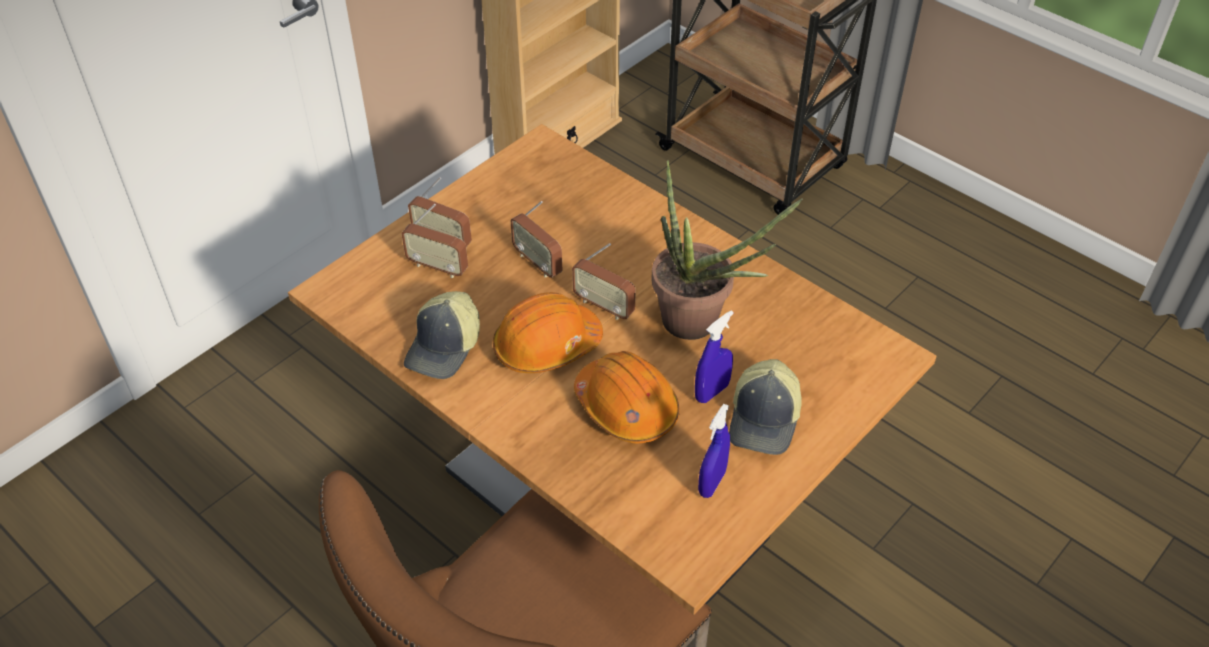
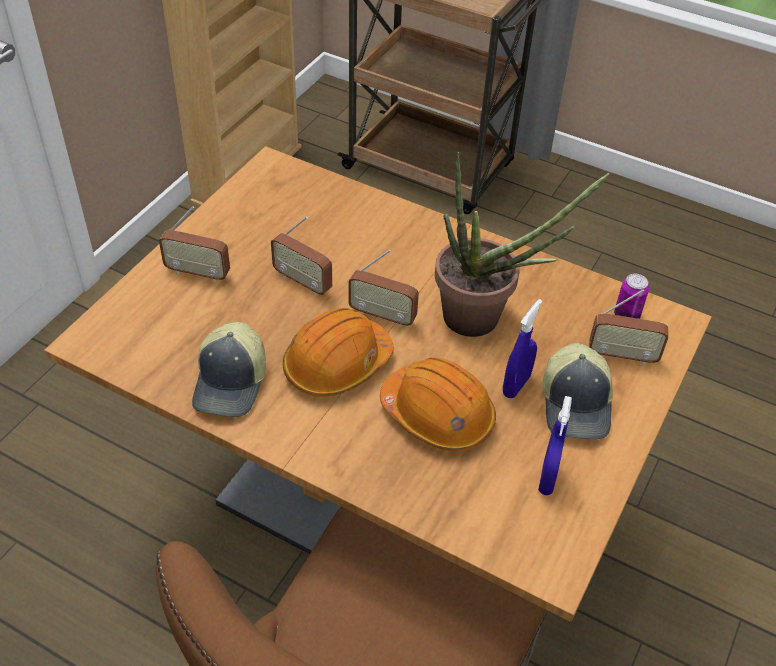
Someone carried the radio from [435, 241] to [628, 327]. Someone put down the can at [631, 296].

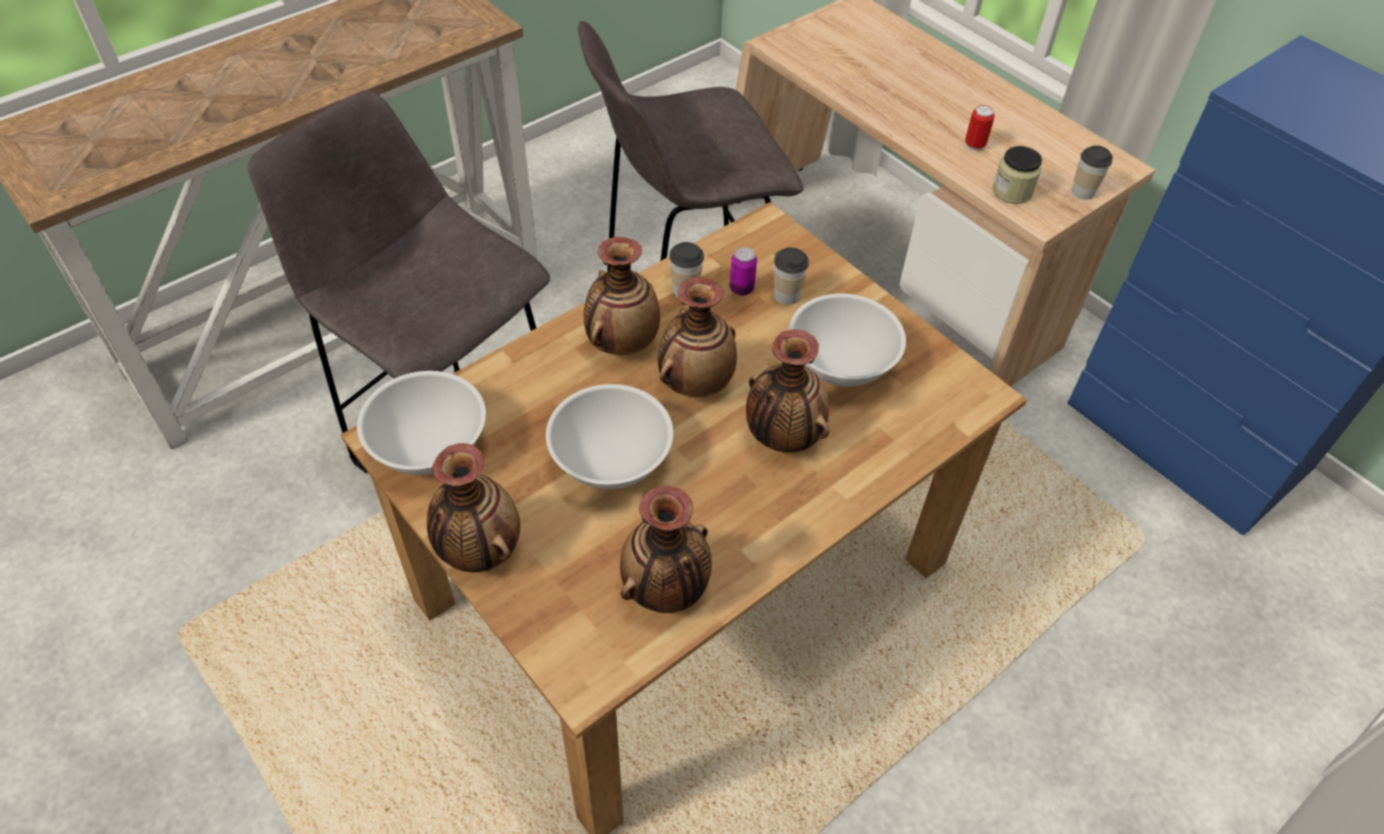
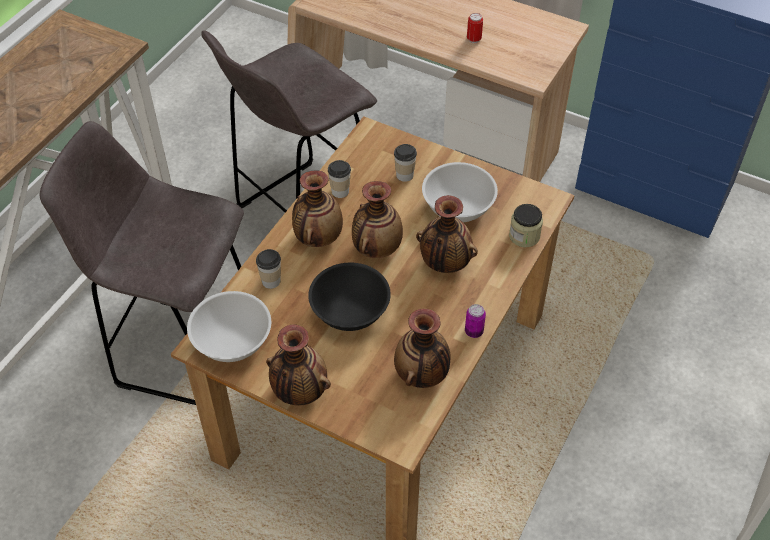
Someone carried the cup from [1092, 172] to [268, 269]. Someone carried the jar from [1017, 175] to [526, 225]. Someone carried the can from [743, 271] to [475, 321]. Someone repainted the bowl/white at [609, 436], which became the bowl/black at [349, 297].

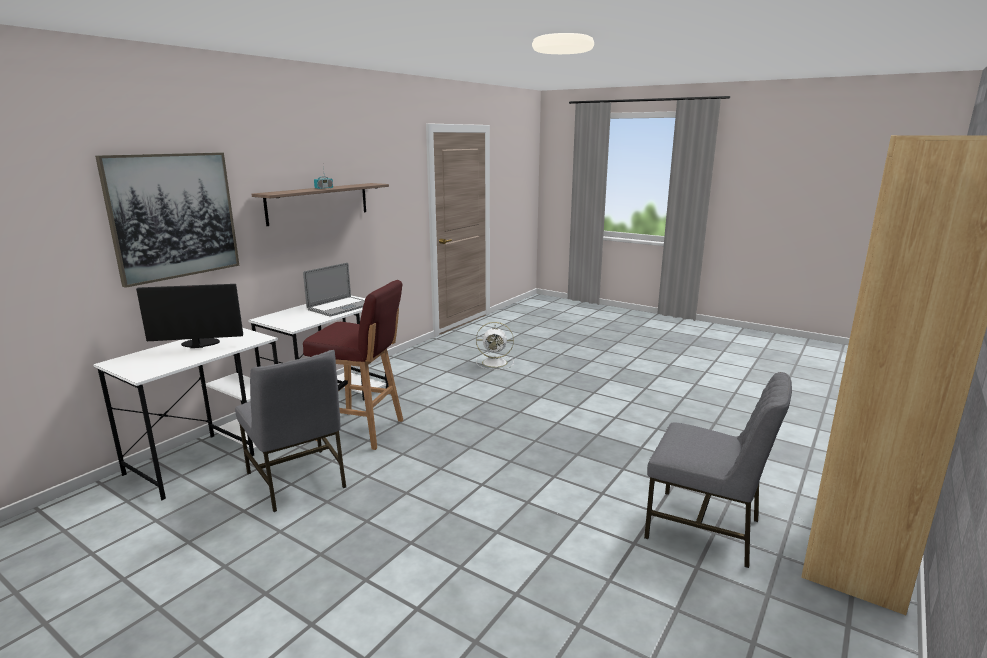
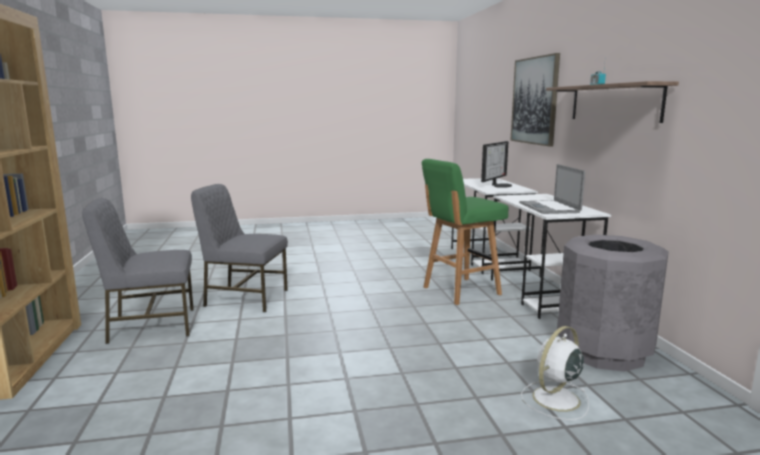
Someone repainted the stool/red at [353, 365], which became the stool/green at [465, 232]. Someone carried the chair/grey from [290, 431] to [239, 248]. Someone put down the trash can/grey at [613, 303].

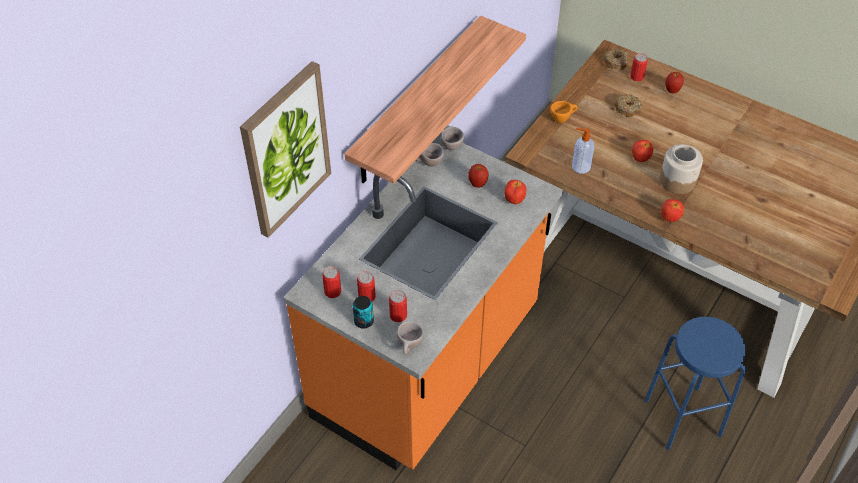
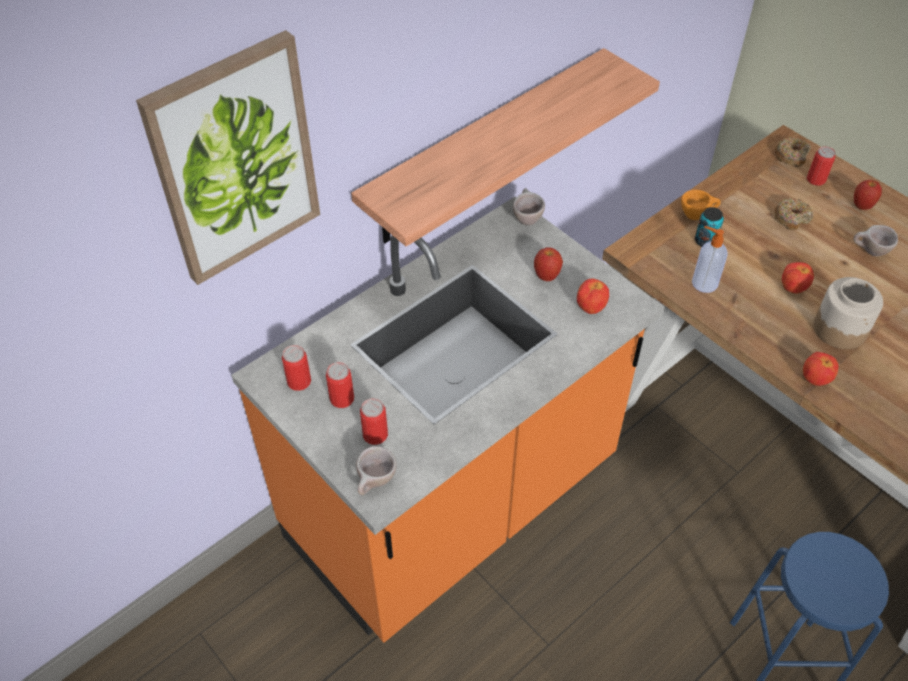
Someone carried the cup/beige from [430, 155] to [876, 240]. Someone carried the can from [363, 312] to [709, 227].

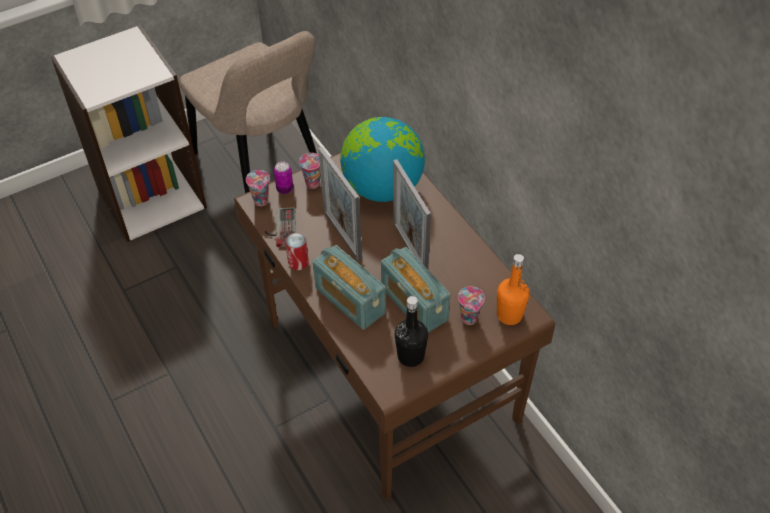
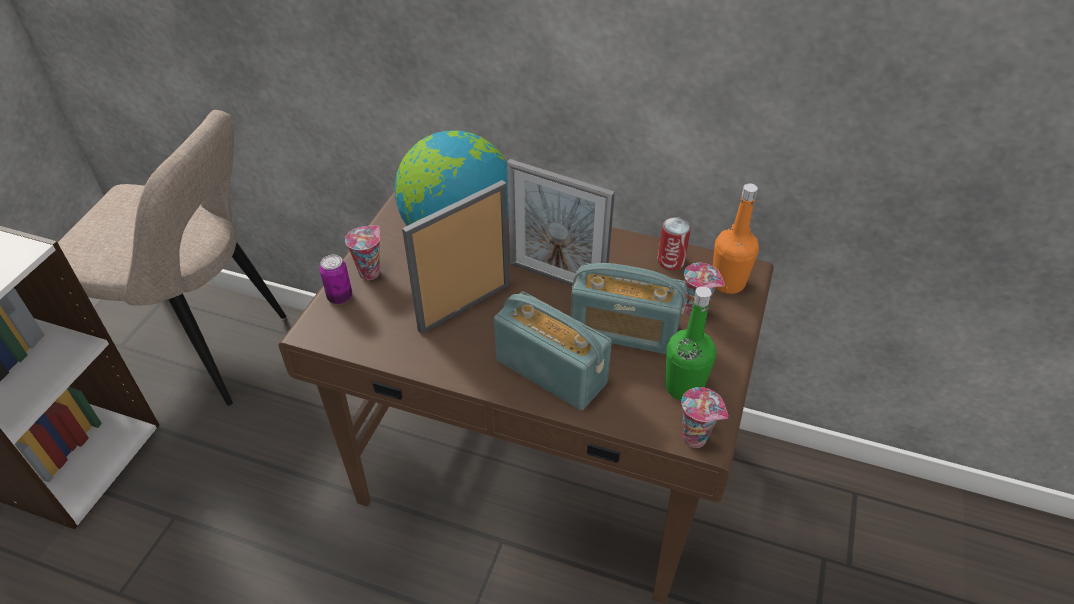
Someone rotated the picture frame at [340, 204] by 120 degrees clockwise. Someone carried the cup from [258, 188] to [704, 417]. Someone took away the game controller at [280, 227]. Someone carried the can from [297, 251] to [674, 243]. Someone rotated the radio at [349, 287] by 150 degrees counterclockwise. Someone repainted the bottle/black at [411, 331], which became the bottle/green at [690, 343].

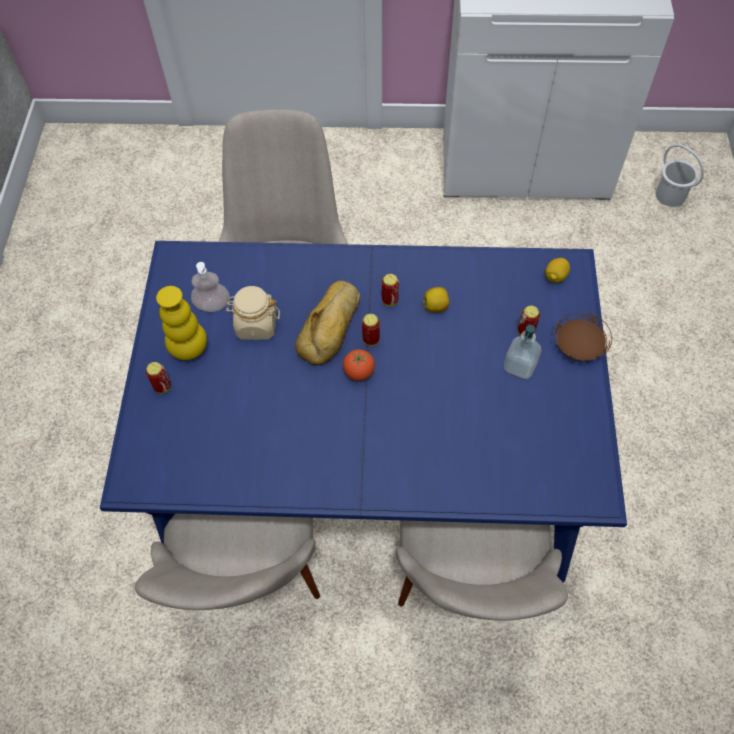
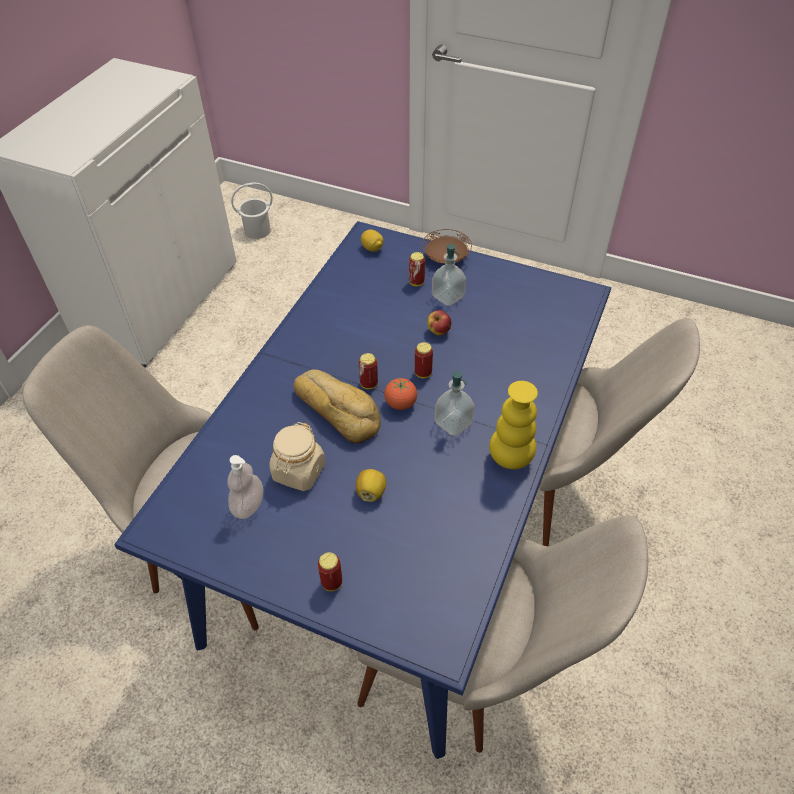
Someone carried the can from [390, 290] to [424, 360]. Someone carried the vase/yellow from [181, 323] to [513, 425]. Someone carried the lemon from [436, 300] to [371, 485]. Someone put down the apple at [439, 323]. Someone put down the soap dispenser at [455, 403].

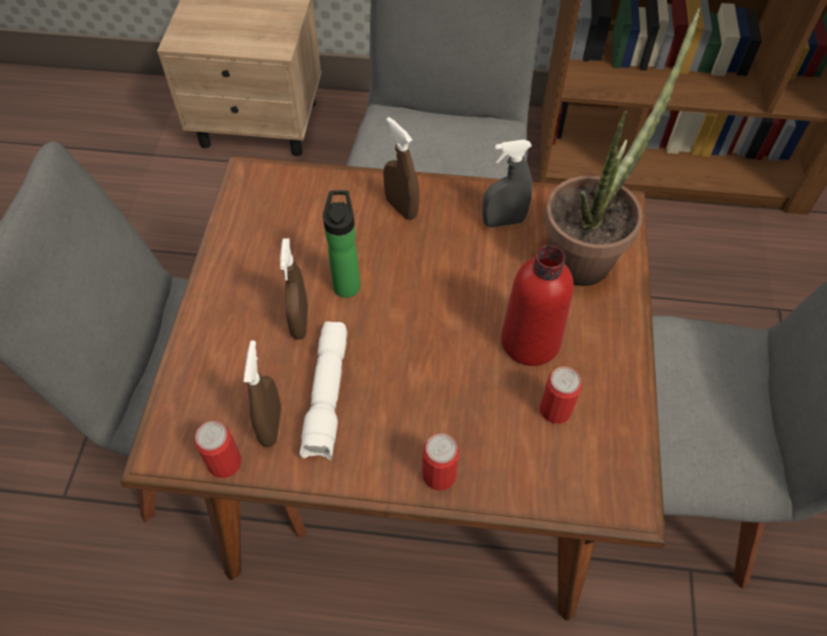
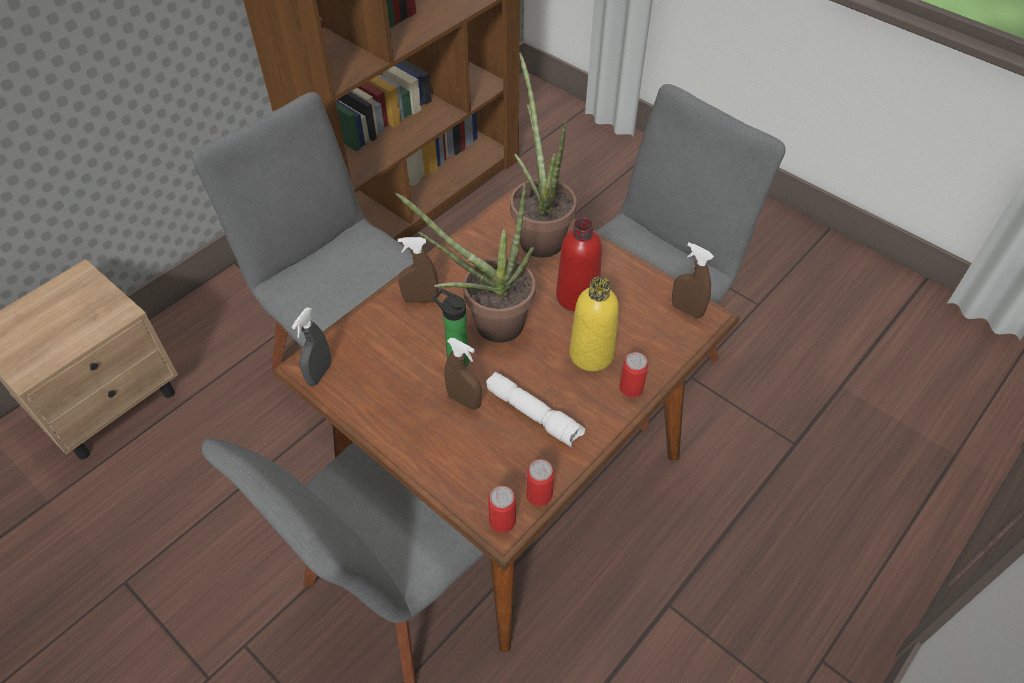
Someone carried the spray bottle/grey from [507, 184] to [311, 346]. Someone carried the spray bottle/brown from [262, 393] to [693, 280]. Someone carried the can from [561, 395] to [502, 509]. Someone put down the potted plant at [465, 262]. Someone put down the bottle/yellow at [594, 324].

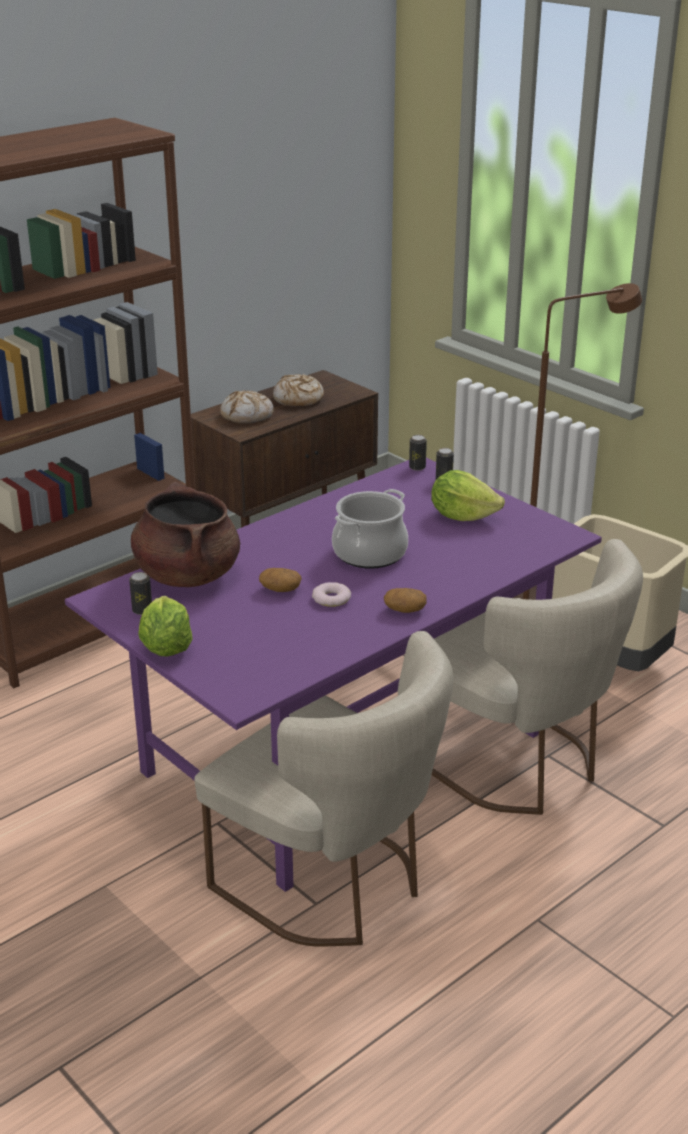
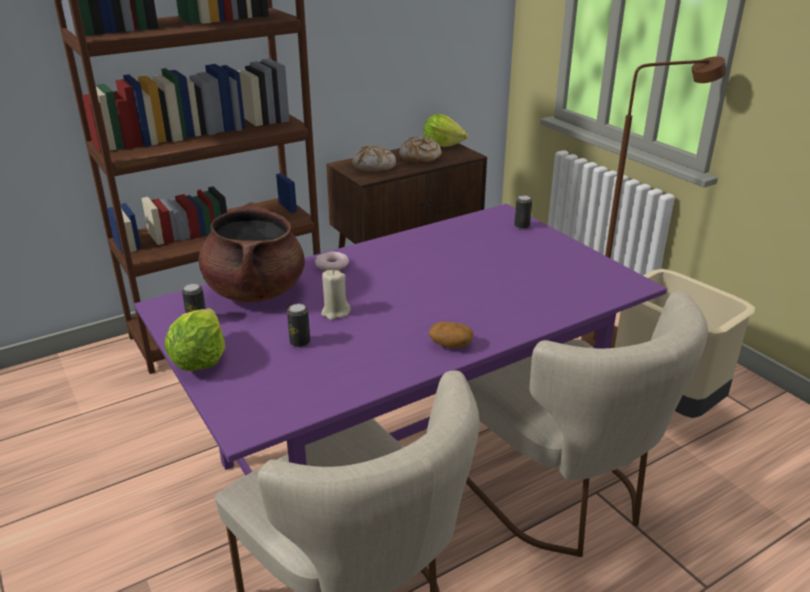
Someone carried the can from [418, 453] to [298, 325]. Someone carried the lettuce from [468, 495] to [446, 130]. Someone took away the cooking pot at [370, 529]. Someone swapped the potato at [280, 580] for the candle/beige at [336, 295]. Someone carried the donut from [331, 594] to [332, 261].

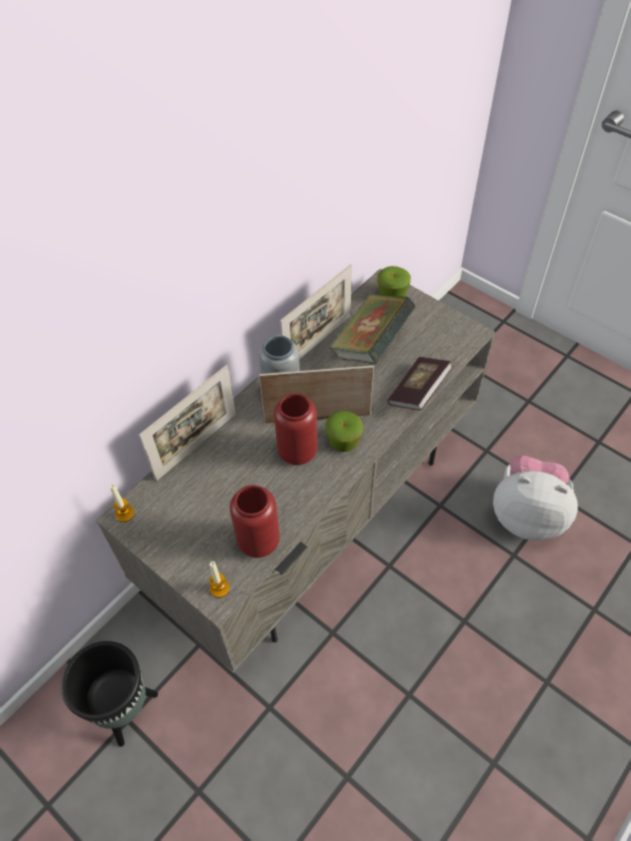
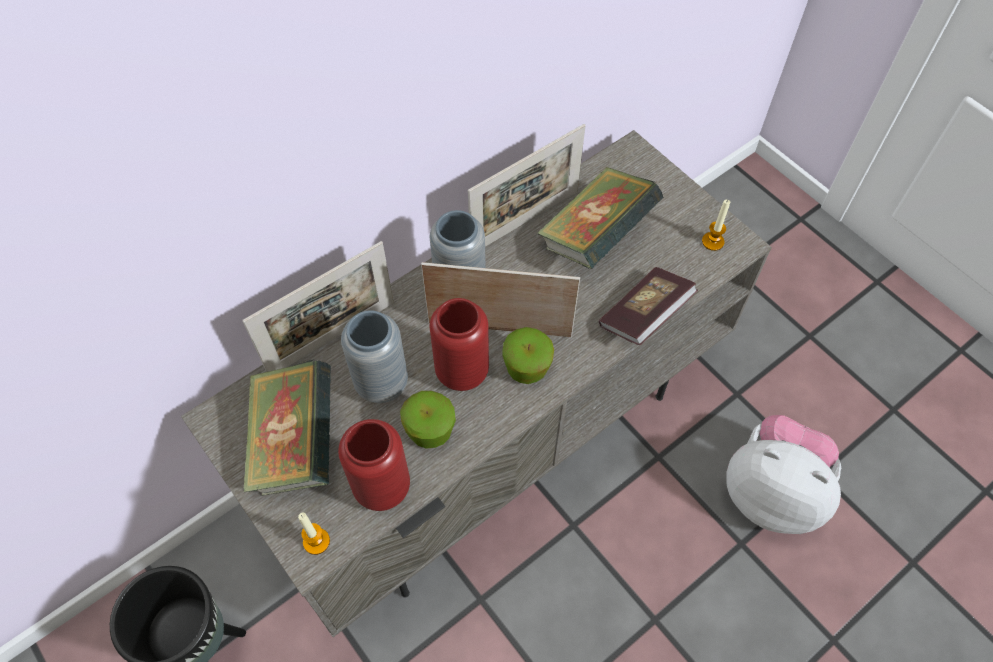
Someone carried the apple from [394, 281] to [428, 420]. Someone carried the candle from [122, 503] to [716, 225]. Someone put down the vase/grey at [374, 356]. Someone put down the book at [287, 427].

